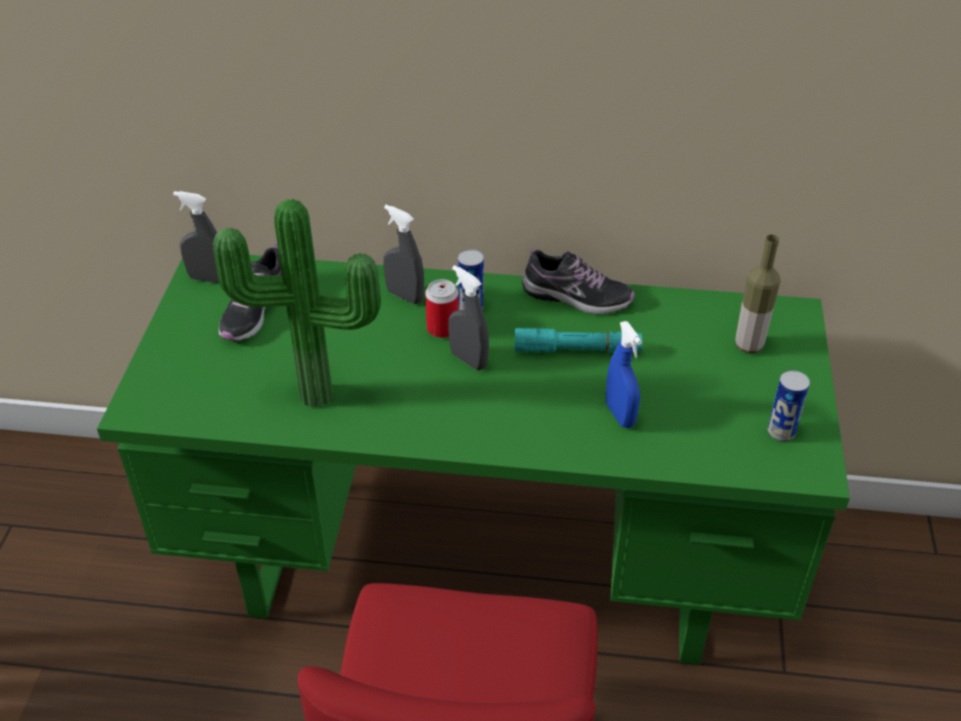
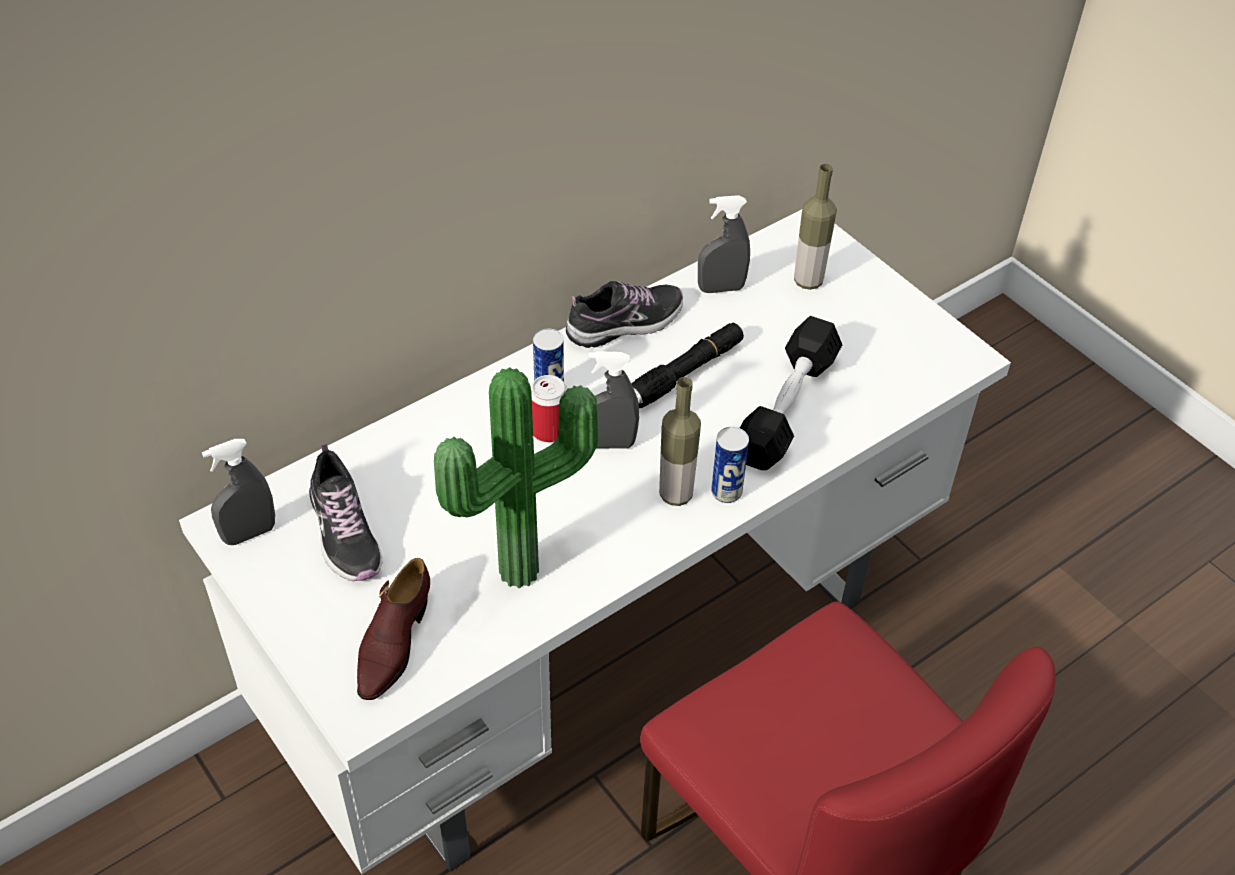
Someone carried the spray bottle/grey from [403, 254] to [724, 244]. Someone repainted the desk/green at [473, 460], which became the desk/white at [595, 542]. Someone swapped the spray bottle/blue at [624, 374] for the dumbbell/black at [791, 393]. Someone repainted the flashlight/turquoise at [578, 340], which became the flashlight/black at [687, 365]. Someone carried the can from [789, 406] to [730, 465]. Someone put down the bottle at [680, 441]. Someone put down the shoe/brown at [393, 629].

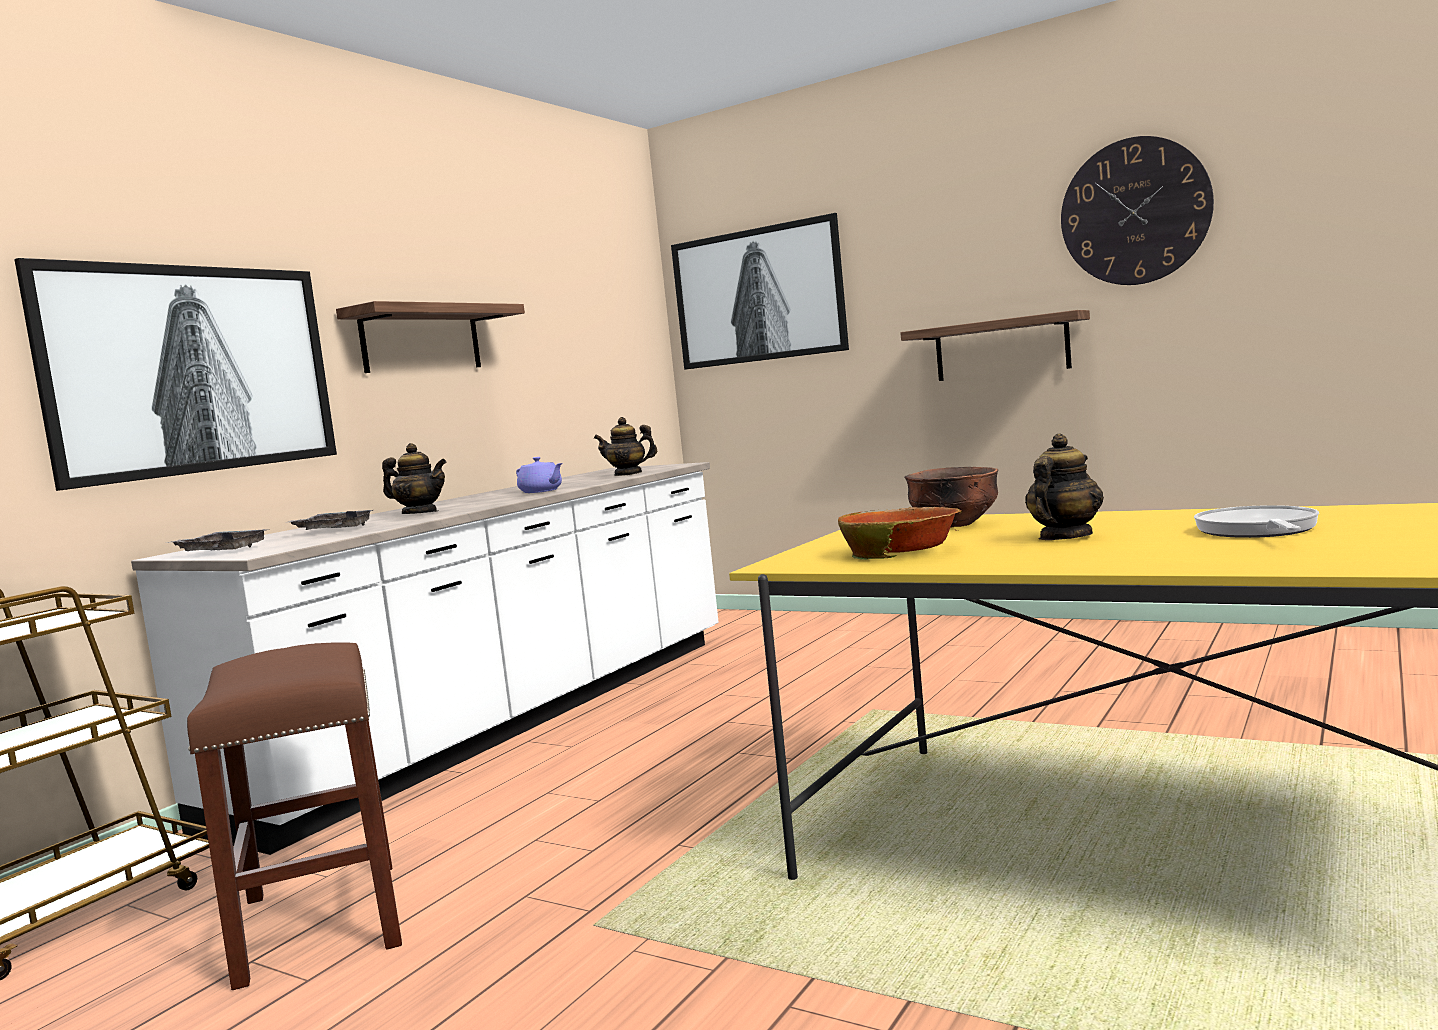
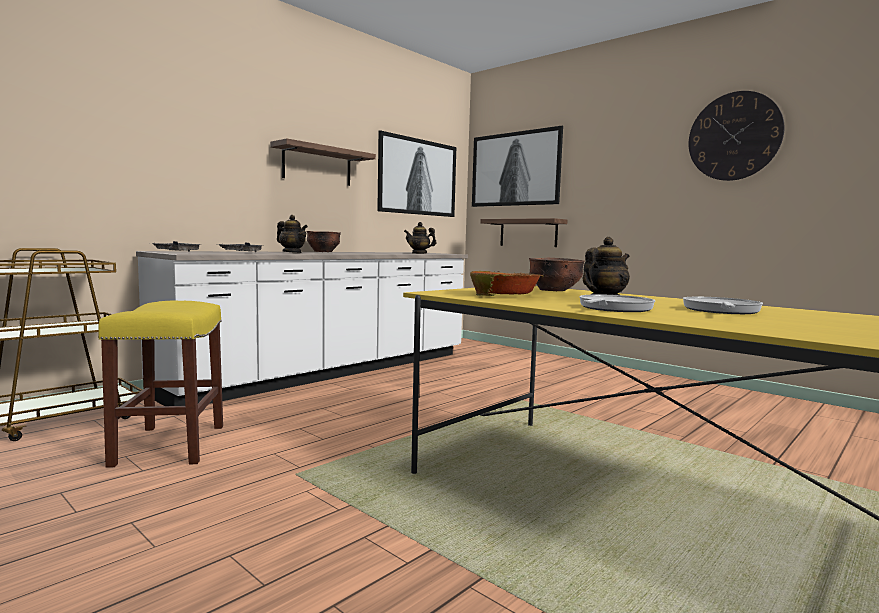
Someone carried the picture from [175, 374] to [416, 173]. Someone carried the shelf from [995, 345] to [524, 232]. Someone took away the teapot/purple at [539, 475]. Someone repainted the stool/brown at [294, 816], which became the stool/yellow at [160, 384]. Someone put down the bowl/brown at [323, 241]. Someone put down the frying pan at [617, 303].

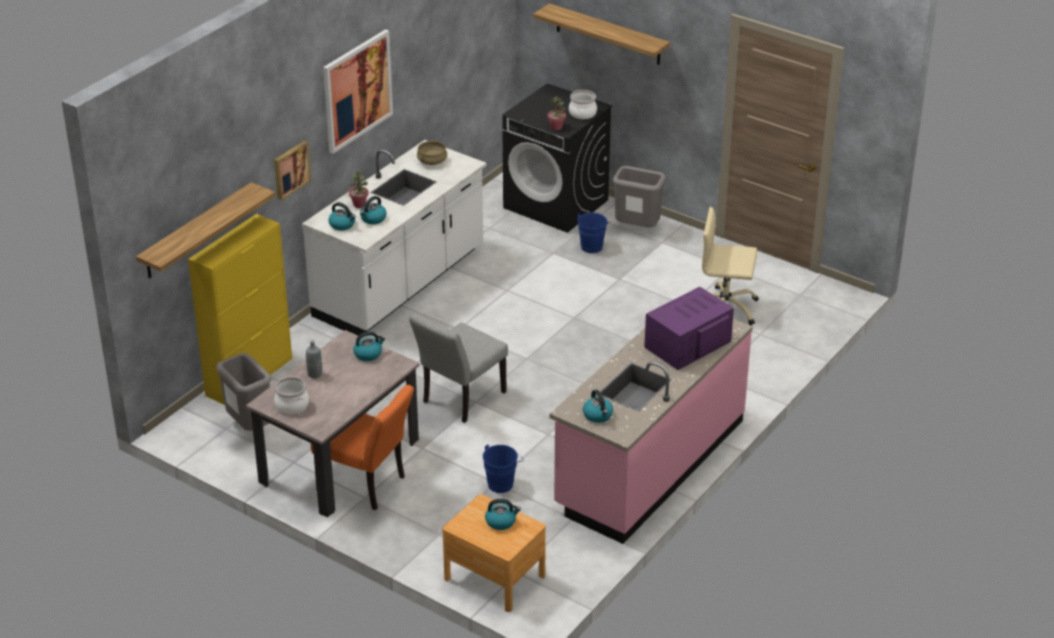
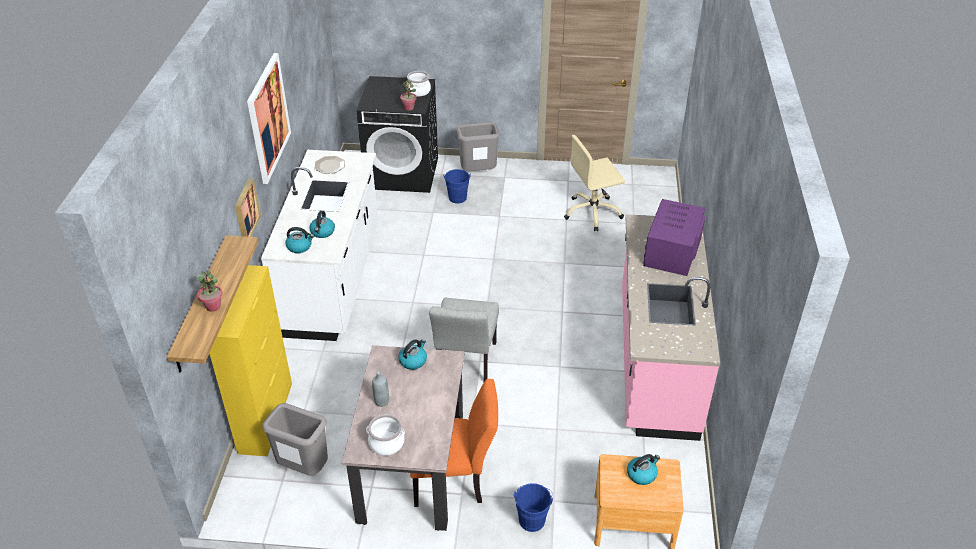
Someone took away the shelf at [601, 34]. Someone swapped the cooking pot/beige at [432, 153] for the plate at [329, 165]. Someone carried the potted plant from [359, 190] to [210, 291]. Someone took away the kettle at [598, 406]. Someone carried the bucket/blue from [503, 468] to [533, 507].

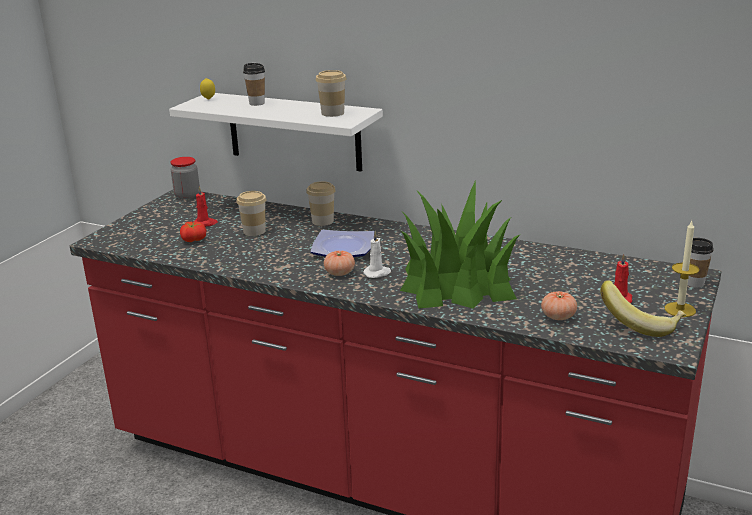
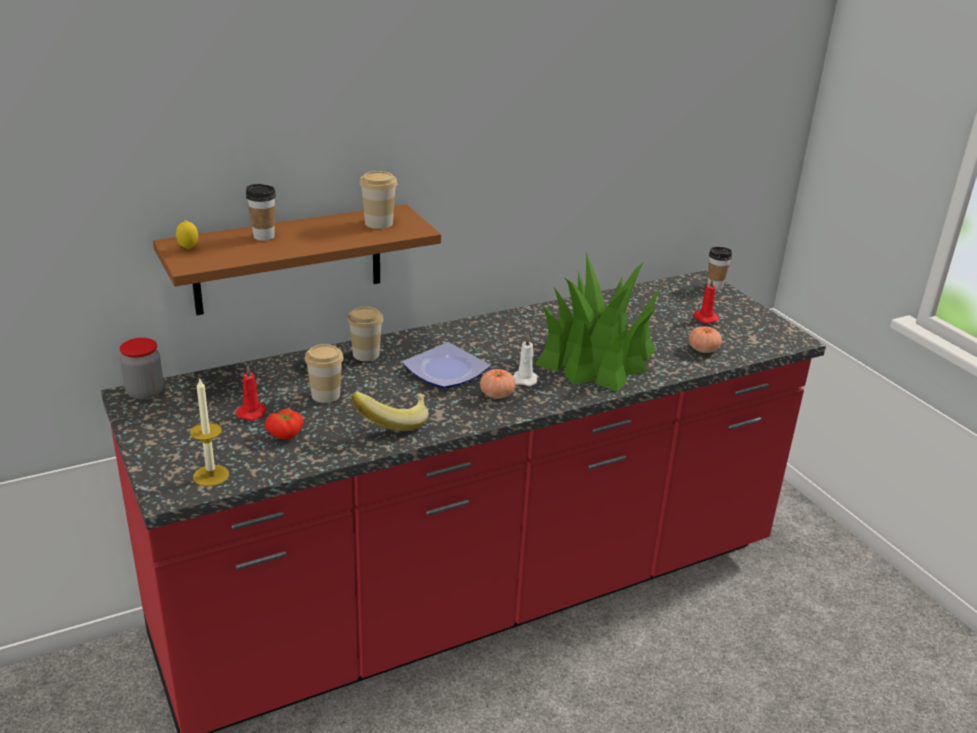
Someone repainted the shelf/white at [276, 132], which became the shelf/brown at [297, 259]. Someone carried the candle from [682, 269] to [209, 432]. Someone carried the banana from [643, 309] to [390, 411].

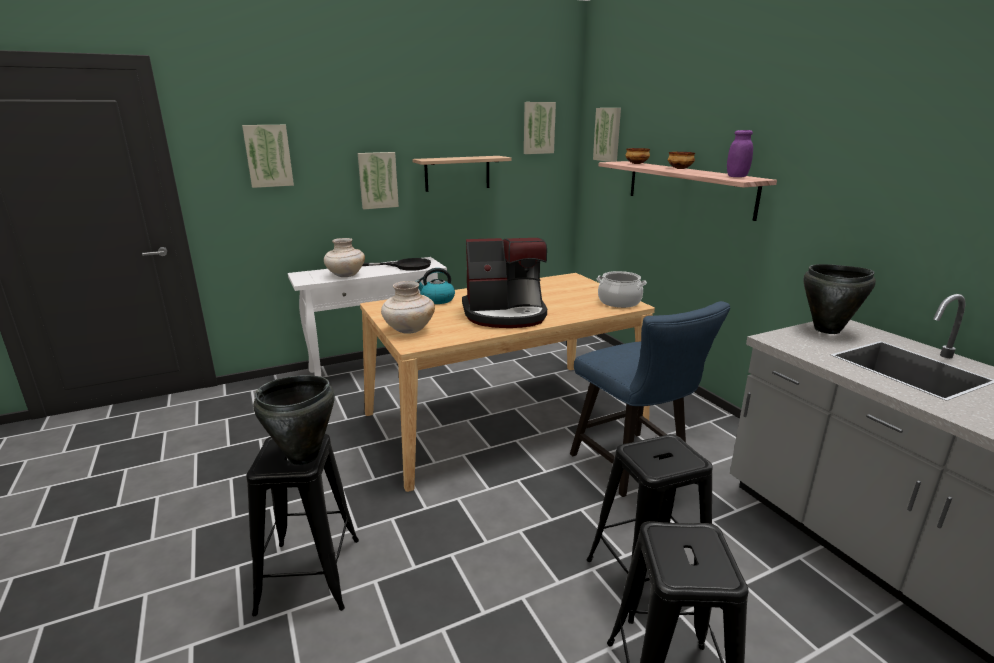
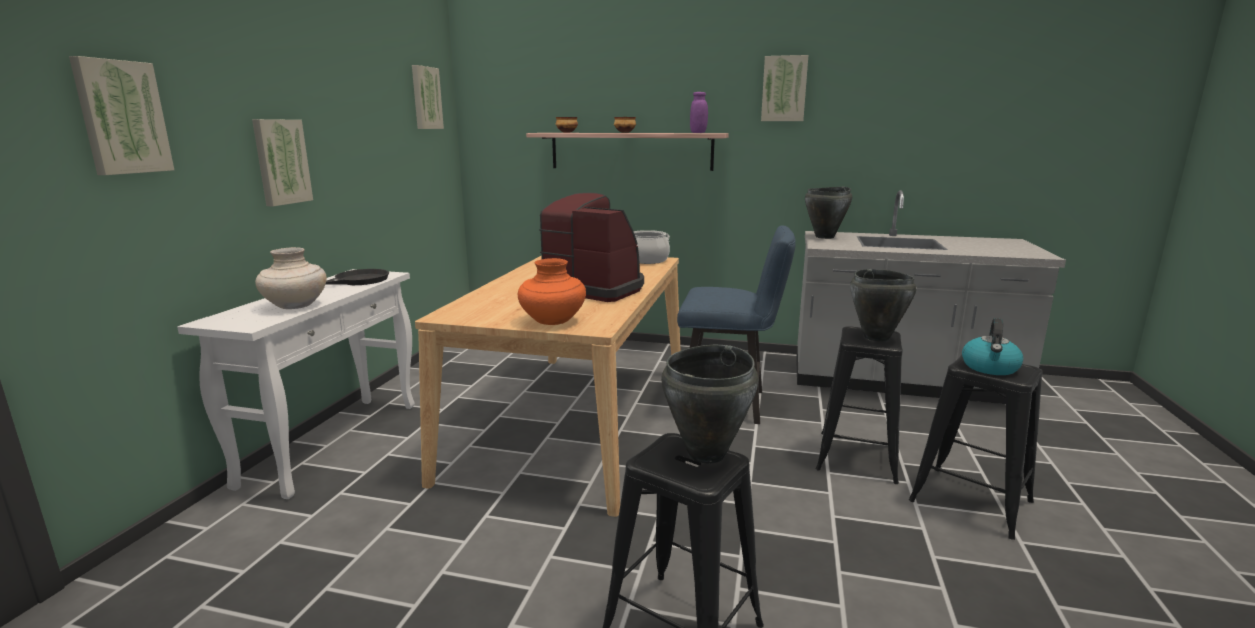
Someone carried the picture from [607, 135] to [784, 88]. Someone took away the shelf at [462, 174]. Someone rotated the coffee machine at [504, 283] by 90 degrees counterclockwise. Someone carried the kettle from [435, 286] to [992, 346]. Someone repainted the vase/beige at [408, 307], which became the vase/orange at [552, 291]. Someone put down the cooking pot/black at [883, 305].

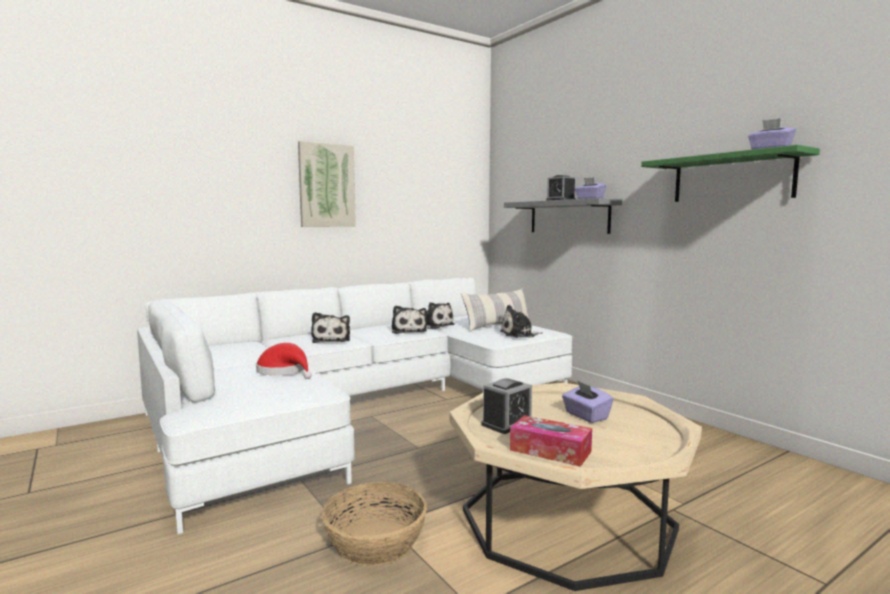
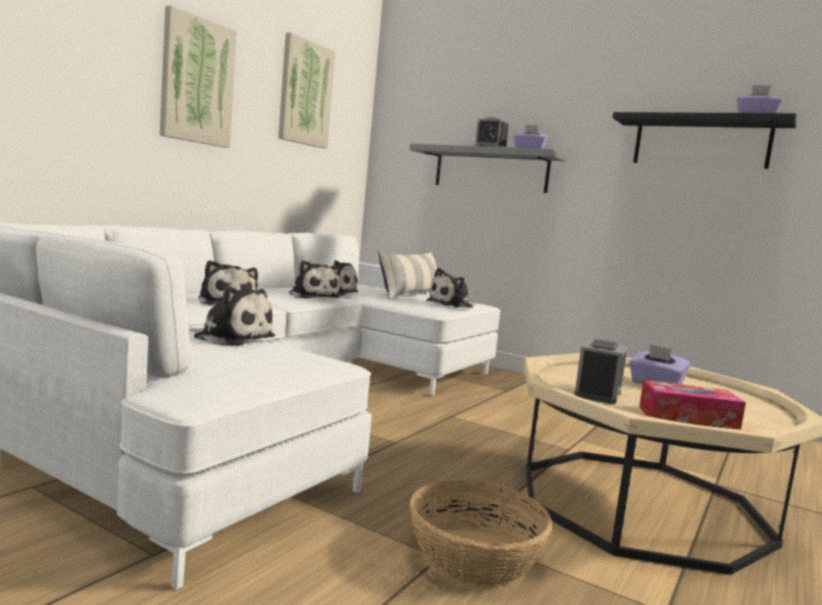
Someone repainted the shelf/green at [730, 173], which became the shelf/black at [705, 140]. Someone swapped the hat/red at [284, 361] for the plush toy at [232, 316]. Someone put up the picture at [306, 90].

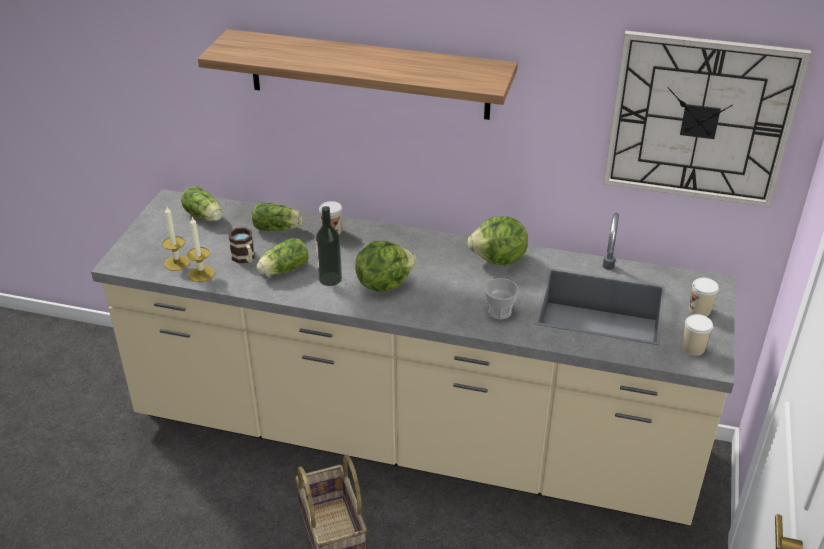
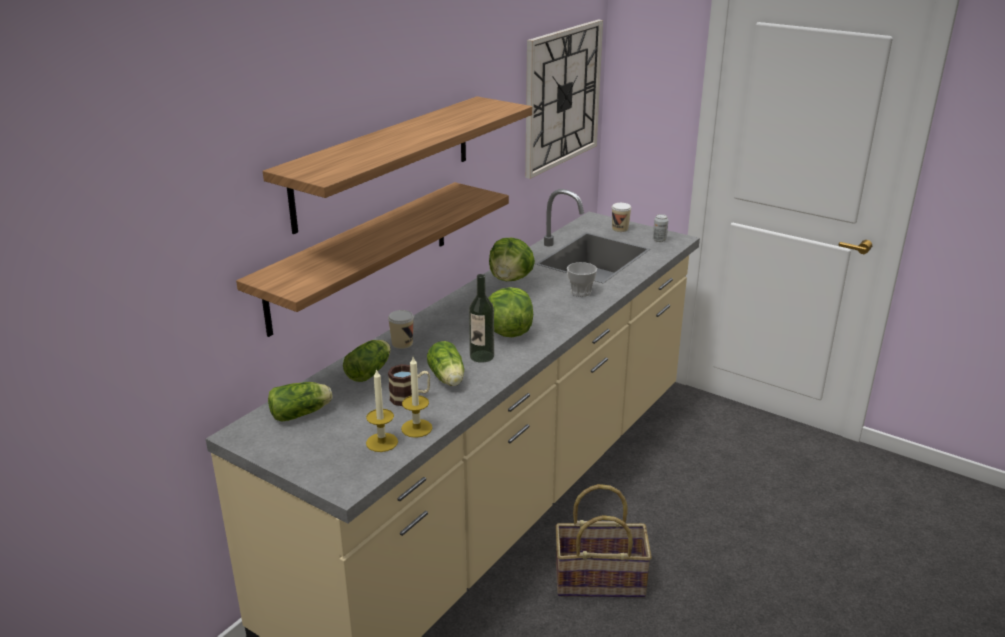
Someone swapped the cup at [697, 335] for the can at [660, 228]. Someone put up the shelf at [372, 259].

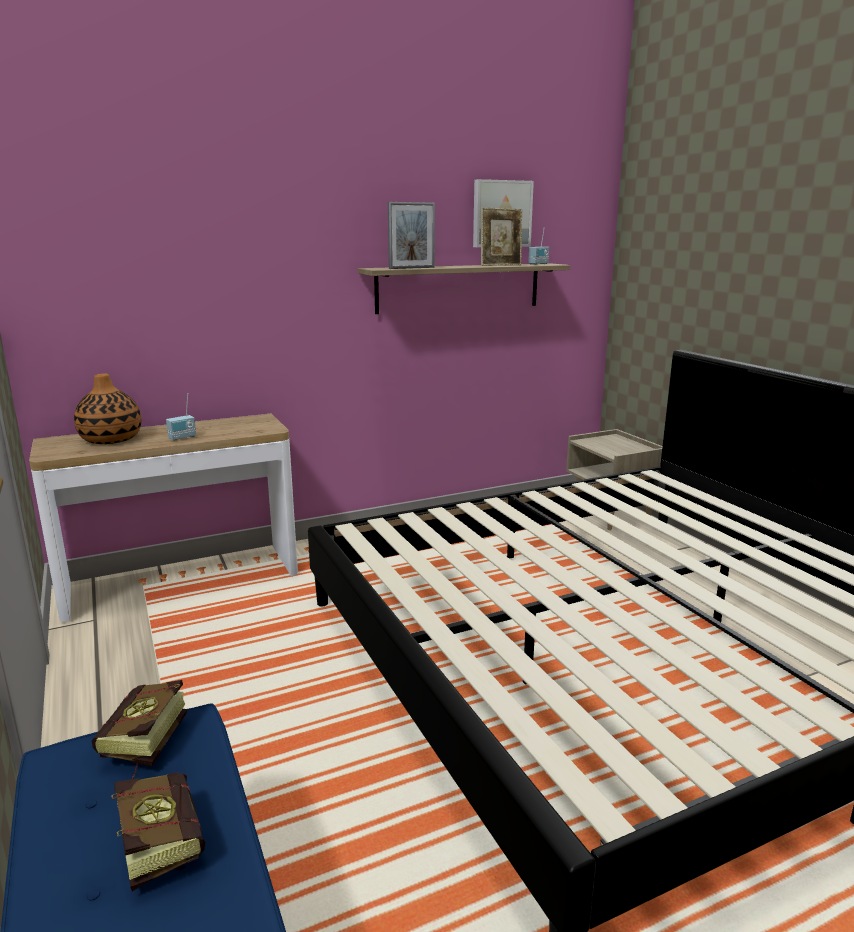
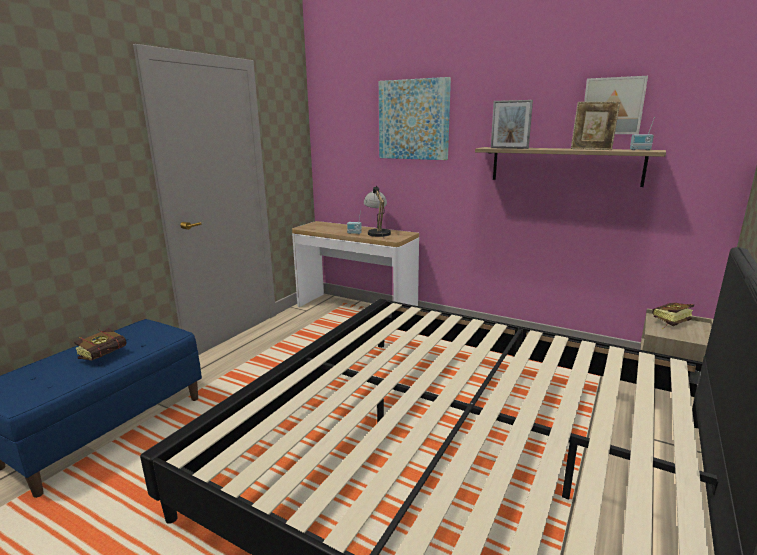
Someone took away the vase at [107, 409]. Someone carried the book from [139, 729] to [673, 315]. Someone put up the picture at [415, 118]. Someone put down the table lamp at [377, 212].

